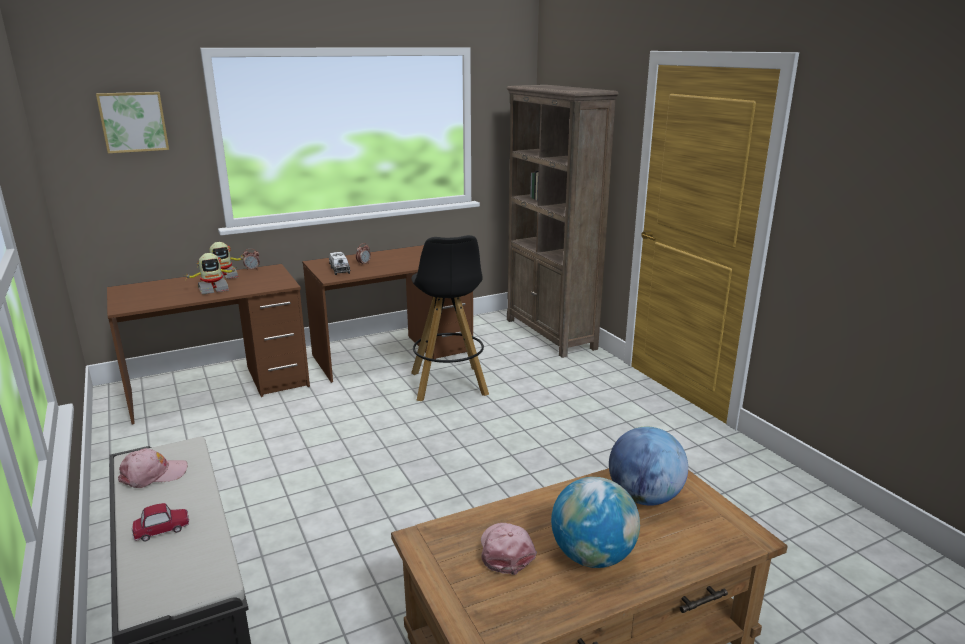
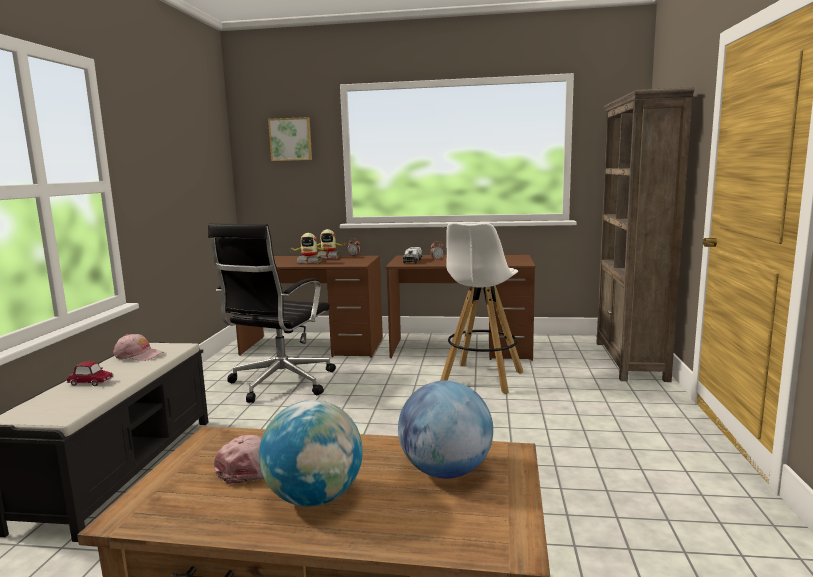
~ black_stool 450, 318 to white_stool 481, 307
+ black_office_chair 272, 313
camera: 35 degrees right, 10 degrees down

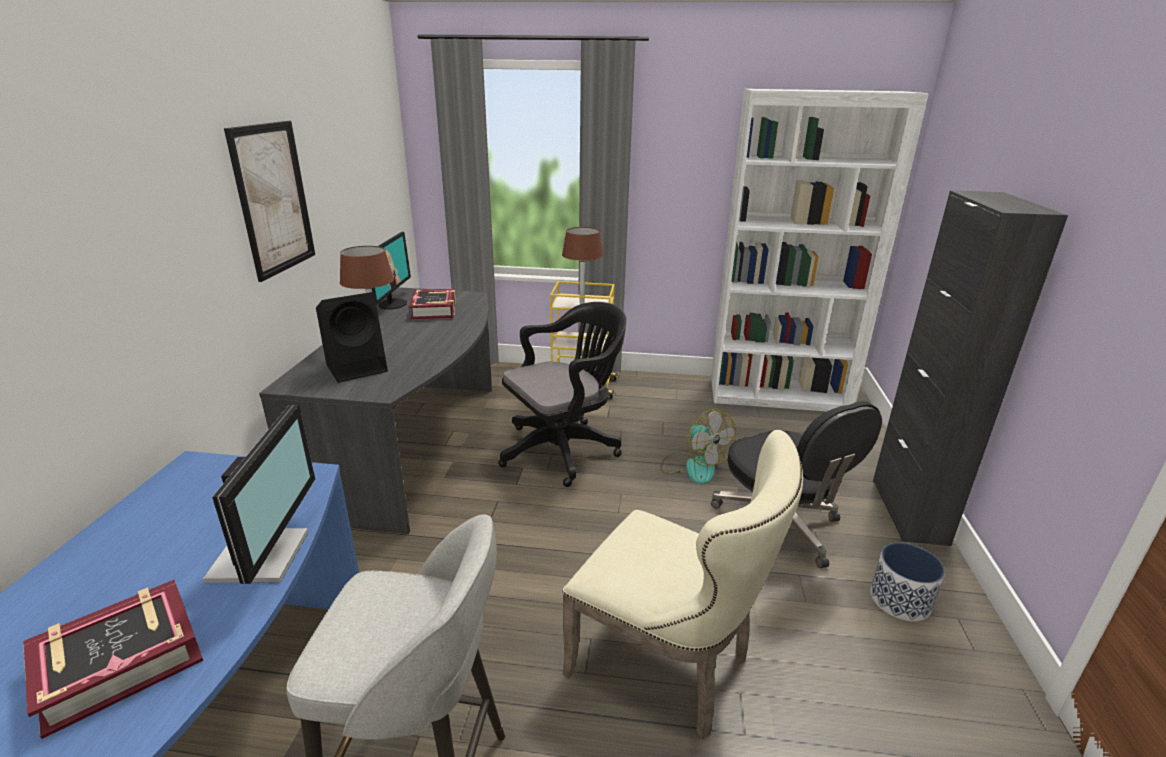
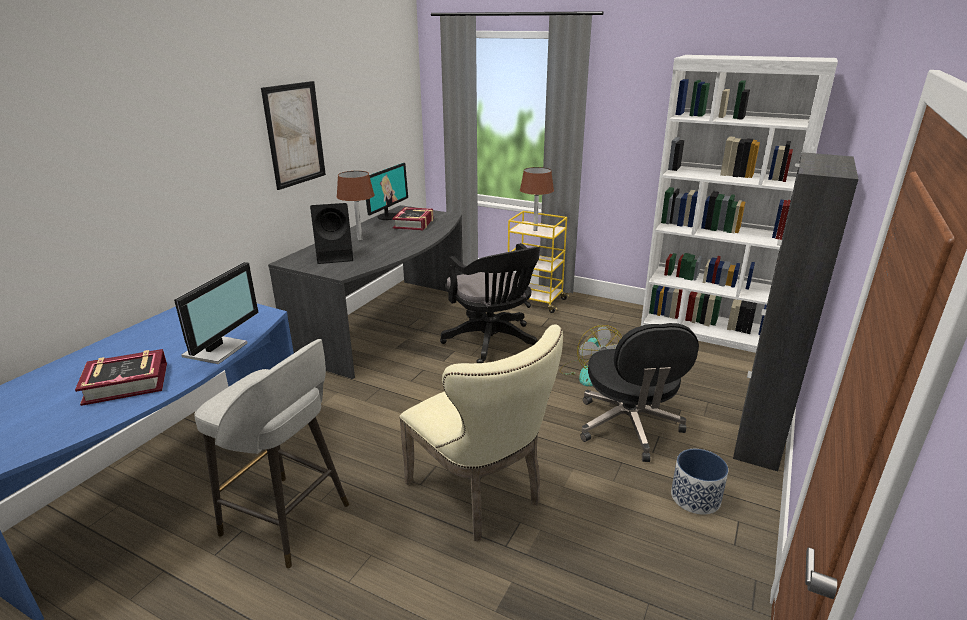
~ black_office_chair 562, 394 = 490, 303 75 degrees clockwise
camera: 20 degrees right, 0 degrees up

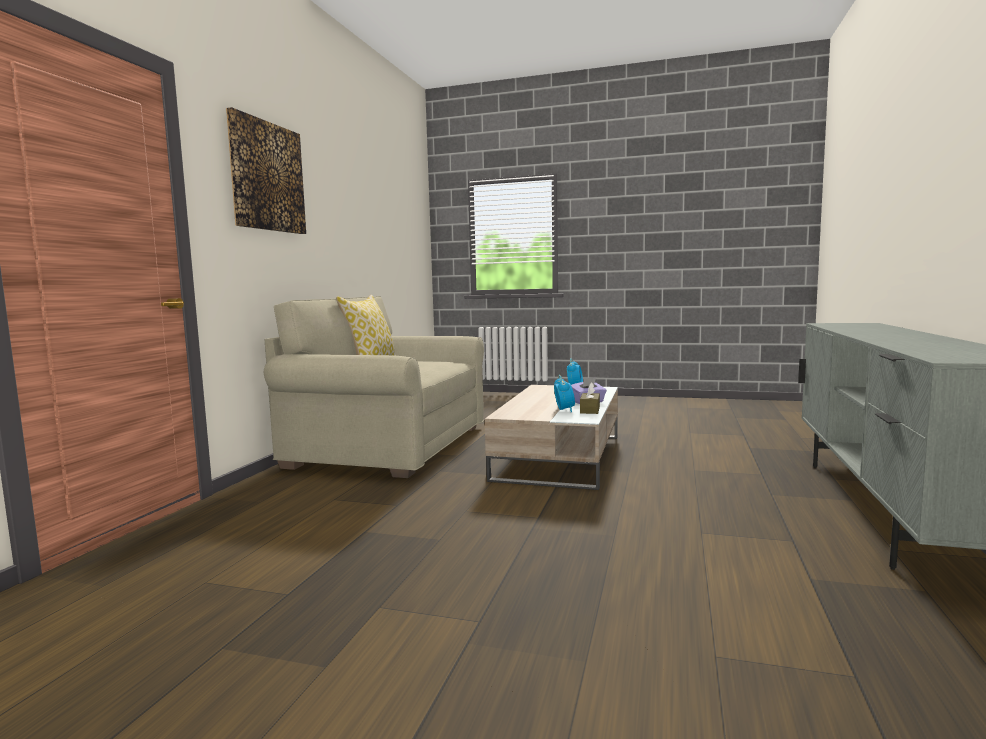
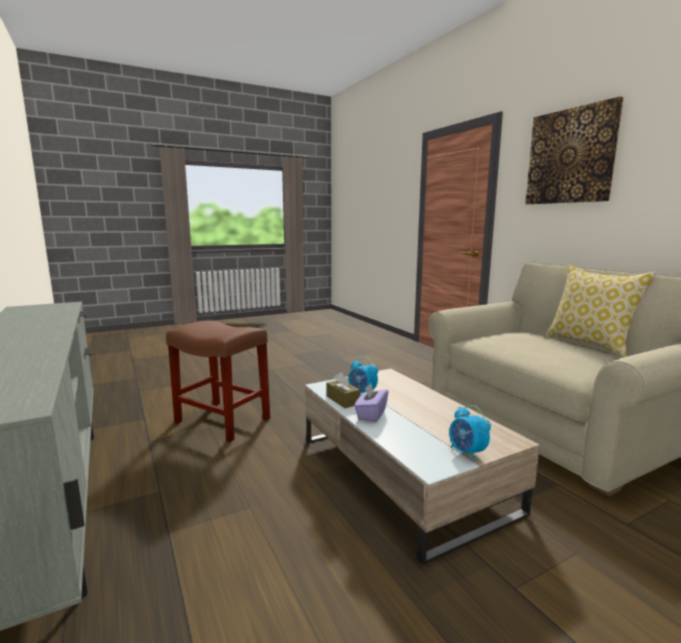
+ brown_stool 218, 381
camera: 135 degrees right, 5 degrees up

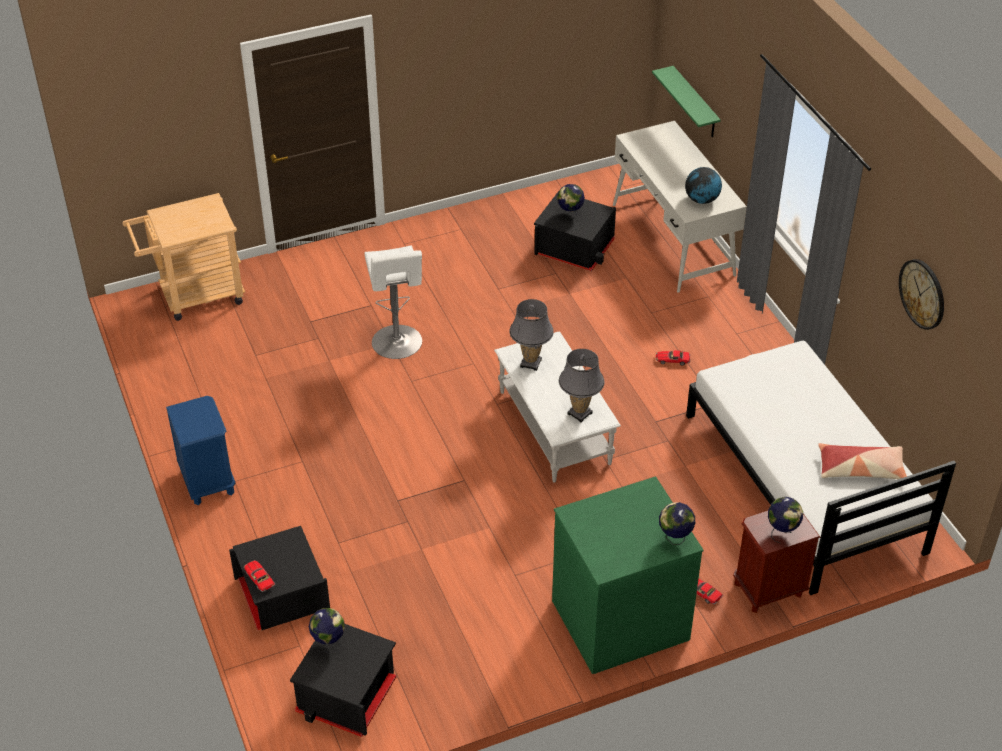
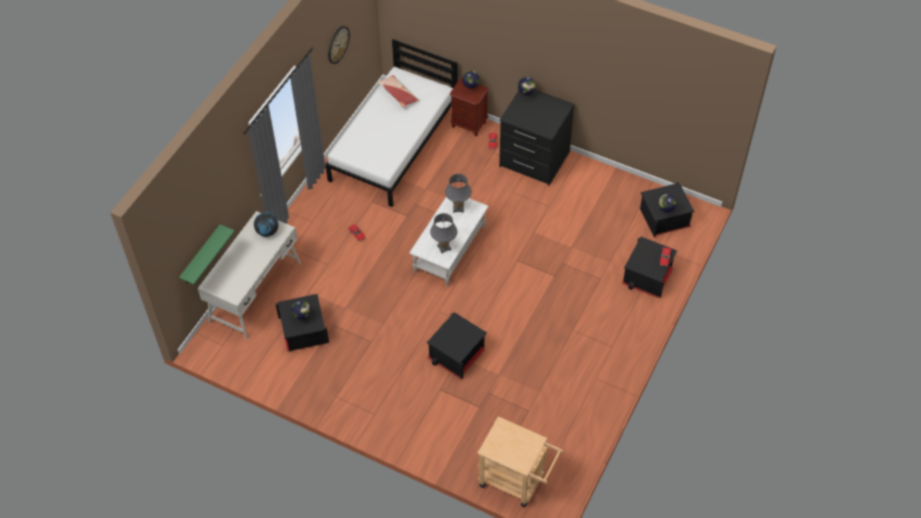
~ white_stool 393, 302 to black_storage_box 457, 345
- blue_nightstand 200, 450
~ green_dresser 628, 575 to black_dresser 536, 138
camera: 130 degrees left, 10 degrees up

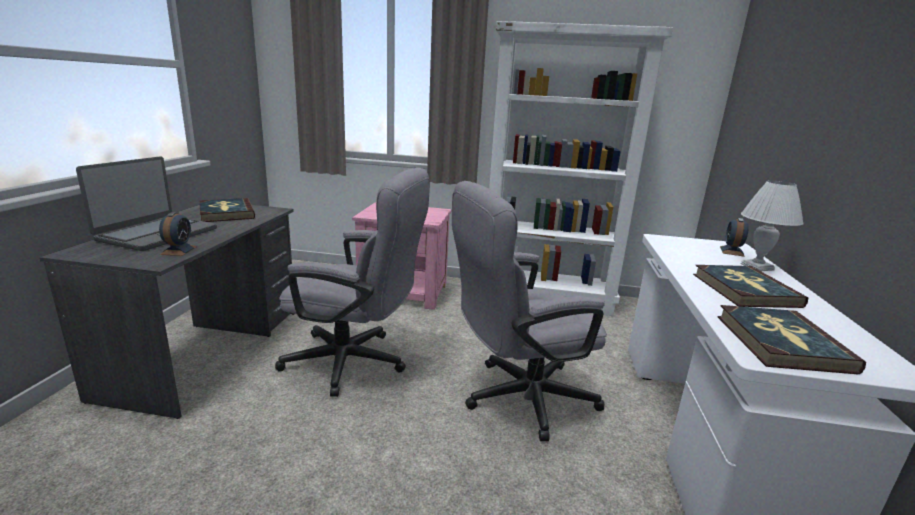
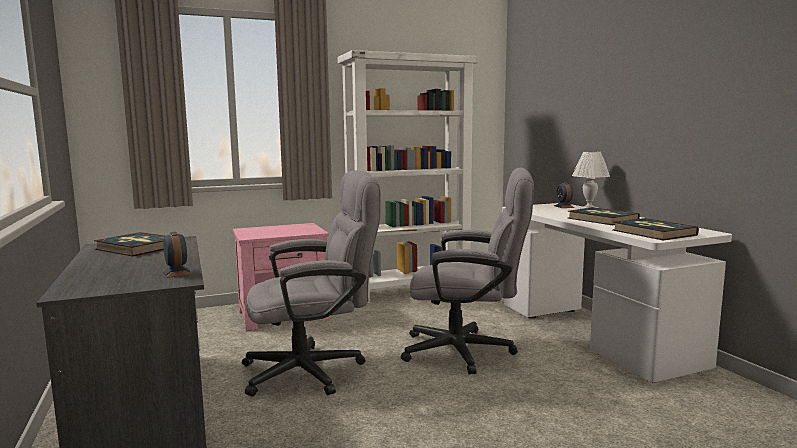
- laptop 146, 203
~ grey_office_chair 529, 311 = 467, 271 120 degrees counterclockwise
camera: 30 degrees left, 10 degrees down

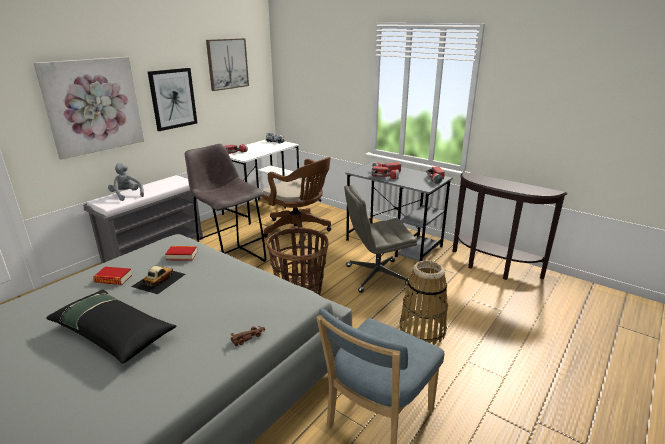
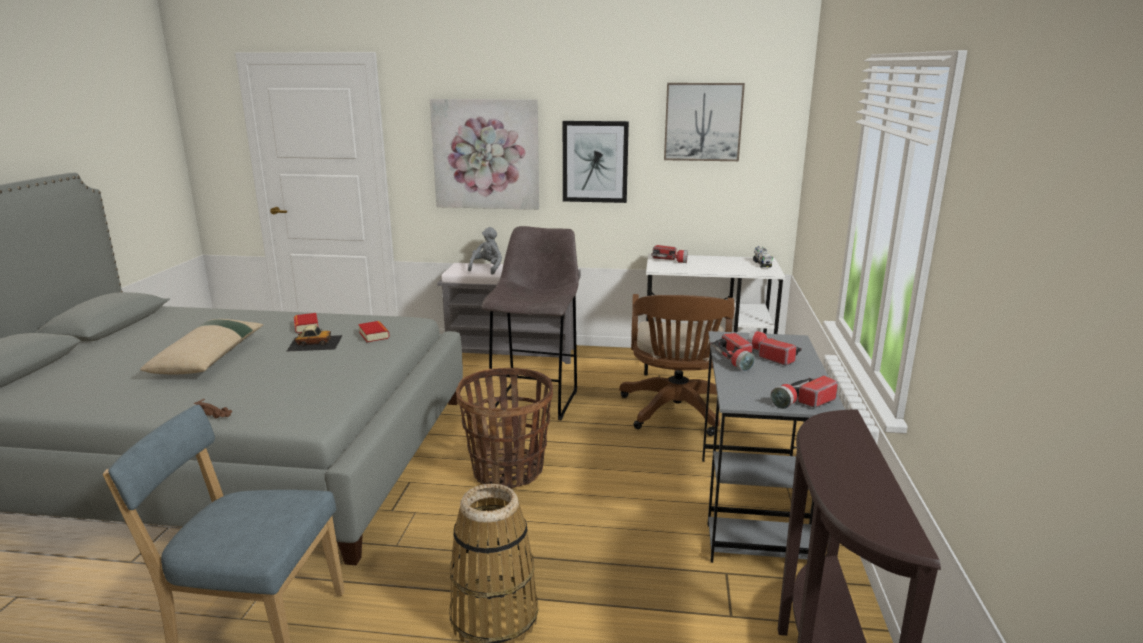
- grey_office_chair 380, 239
~ black_pillow 111, 326 to beige_pillow 202, 347
camera: 60 degrees right, 5 degrees down

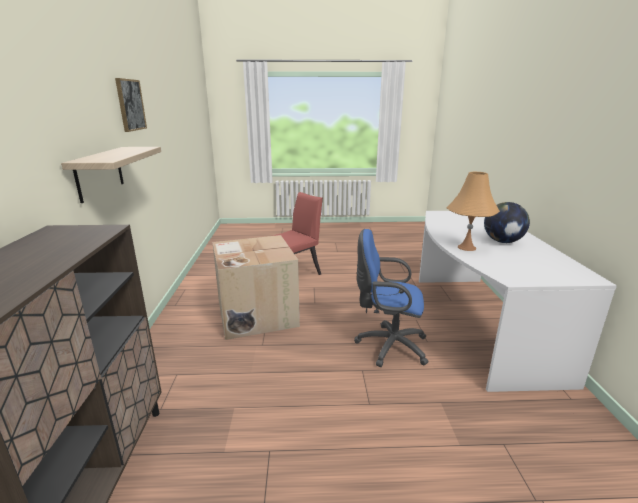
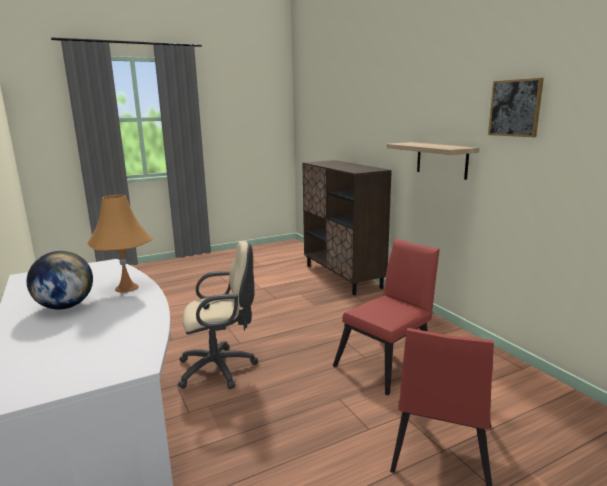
~ blue_office_chair 391, 298 to beige_office_chair 218, 315
~ cardboard_box 256, 287 to red_chair 386, 317
camera: 155 degrees right, 5 degrees down

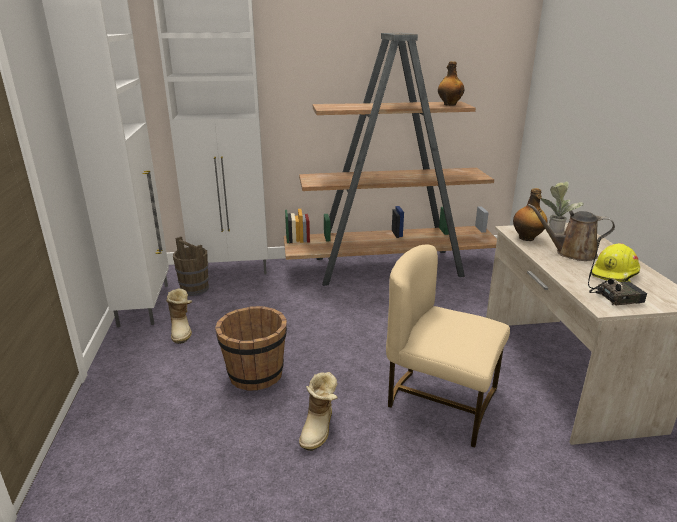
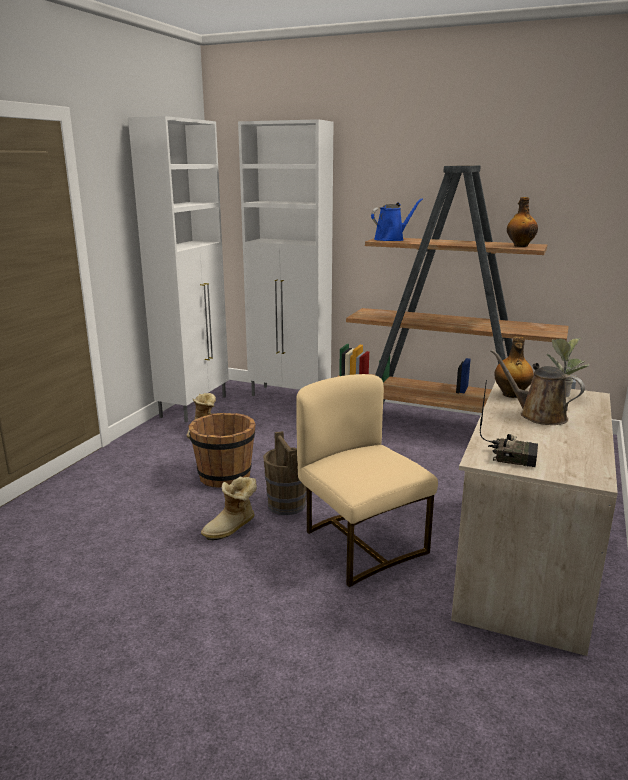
~ brown_bucket 191, 266 to 285, 473
- yellow_hard_hat 616, 262
+ blue_watering_can 397, 219
camera: 30 degrees right, 5 degrees down

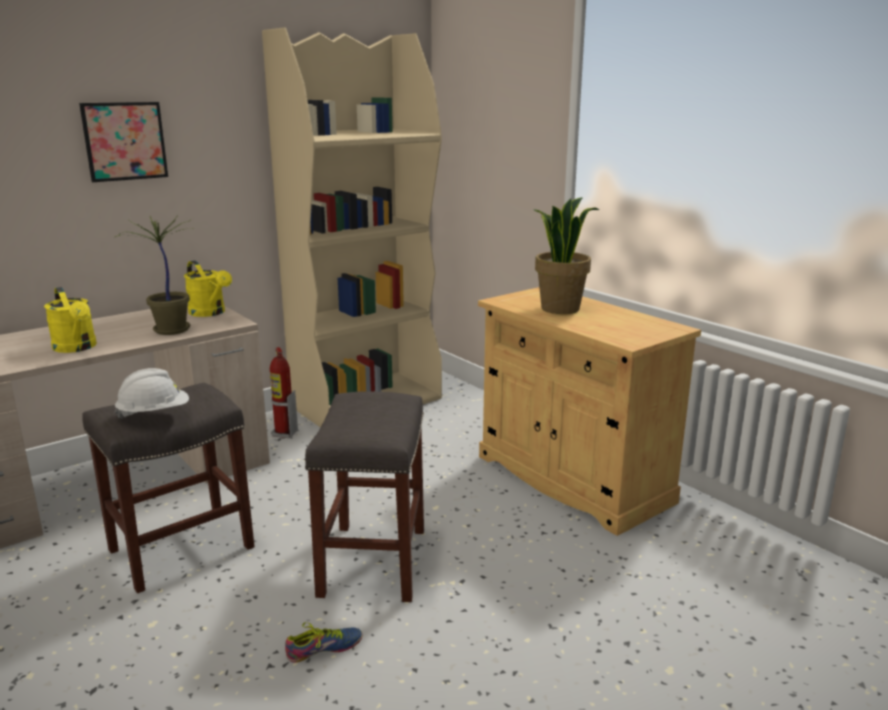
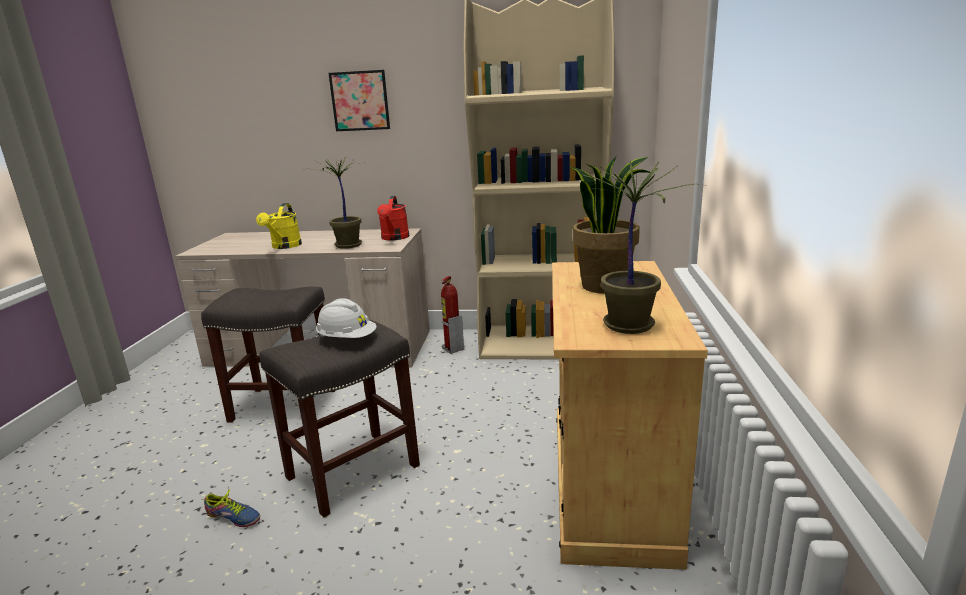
~ yellow_watering_can 208, 289 to red_watering_can 393, 218
~ white_hard_hat 152, 393 to 346, 318
+ potted_plant 641, 247
camera: 45 degrees right, 0 degrees up

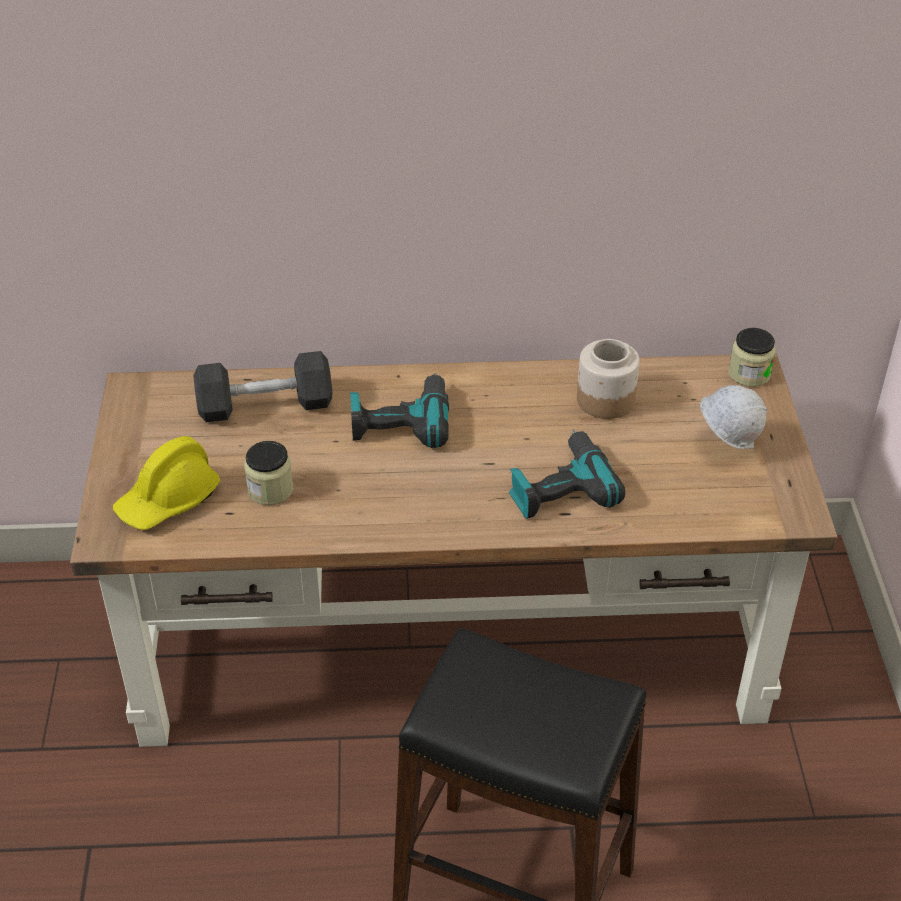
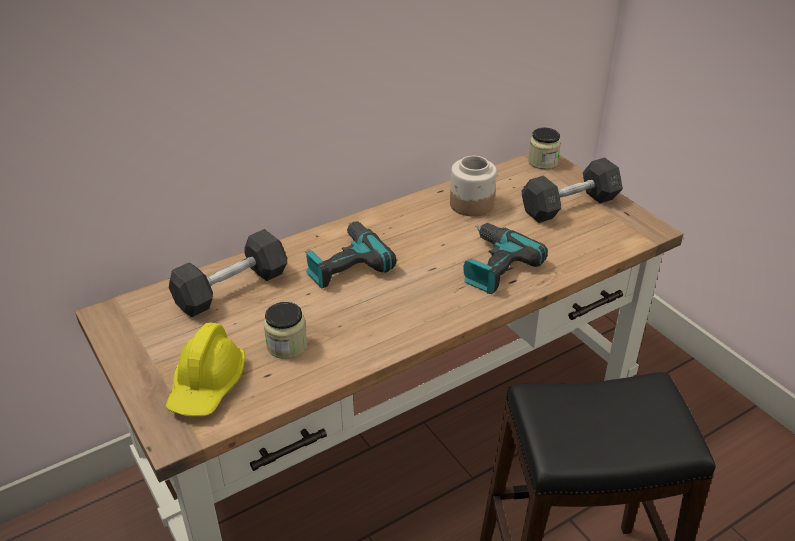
~ white_hard_hat 734, 417 to grey_dumbbell 572, 190
camera: 30 degrees left, 5 degrees down

